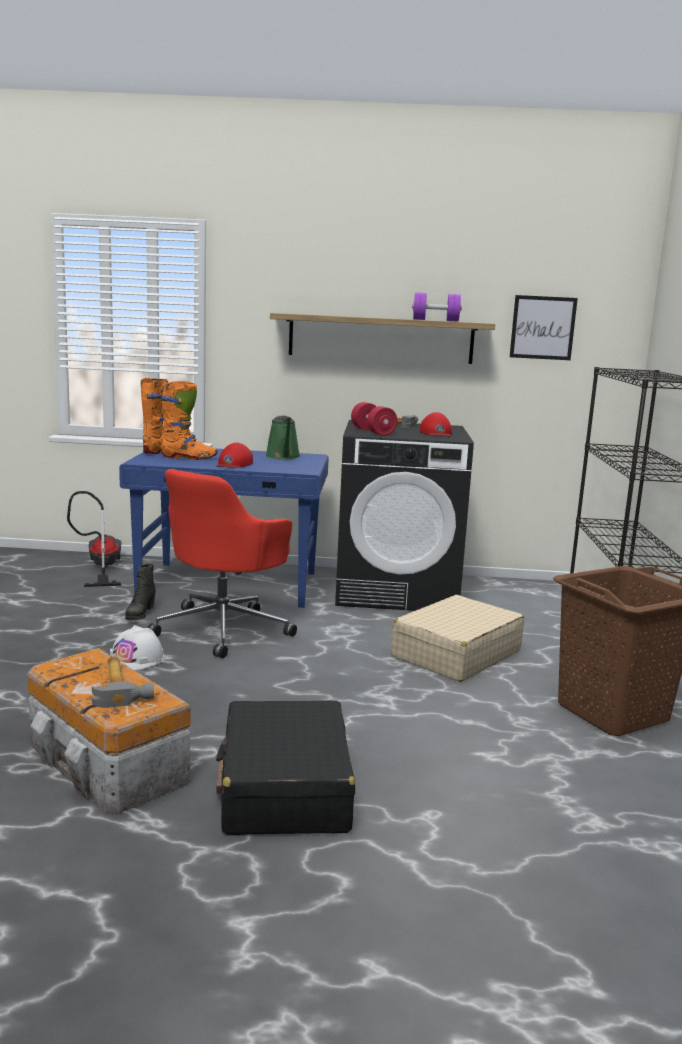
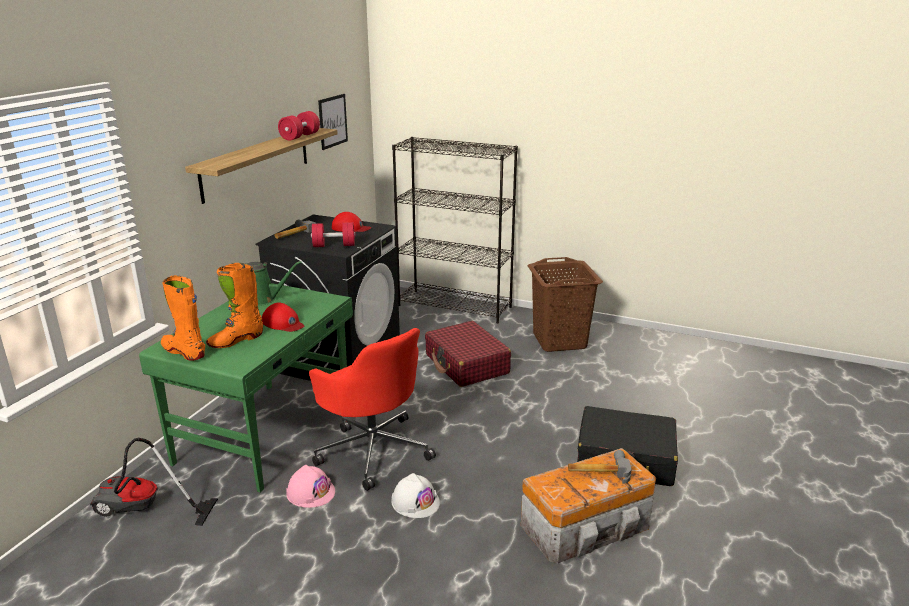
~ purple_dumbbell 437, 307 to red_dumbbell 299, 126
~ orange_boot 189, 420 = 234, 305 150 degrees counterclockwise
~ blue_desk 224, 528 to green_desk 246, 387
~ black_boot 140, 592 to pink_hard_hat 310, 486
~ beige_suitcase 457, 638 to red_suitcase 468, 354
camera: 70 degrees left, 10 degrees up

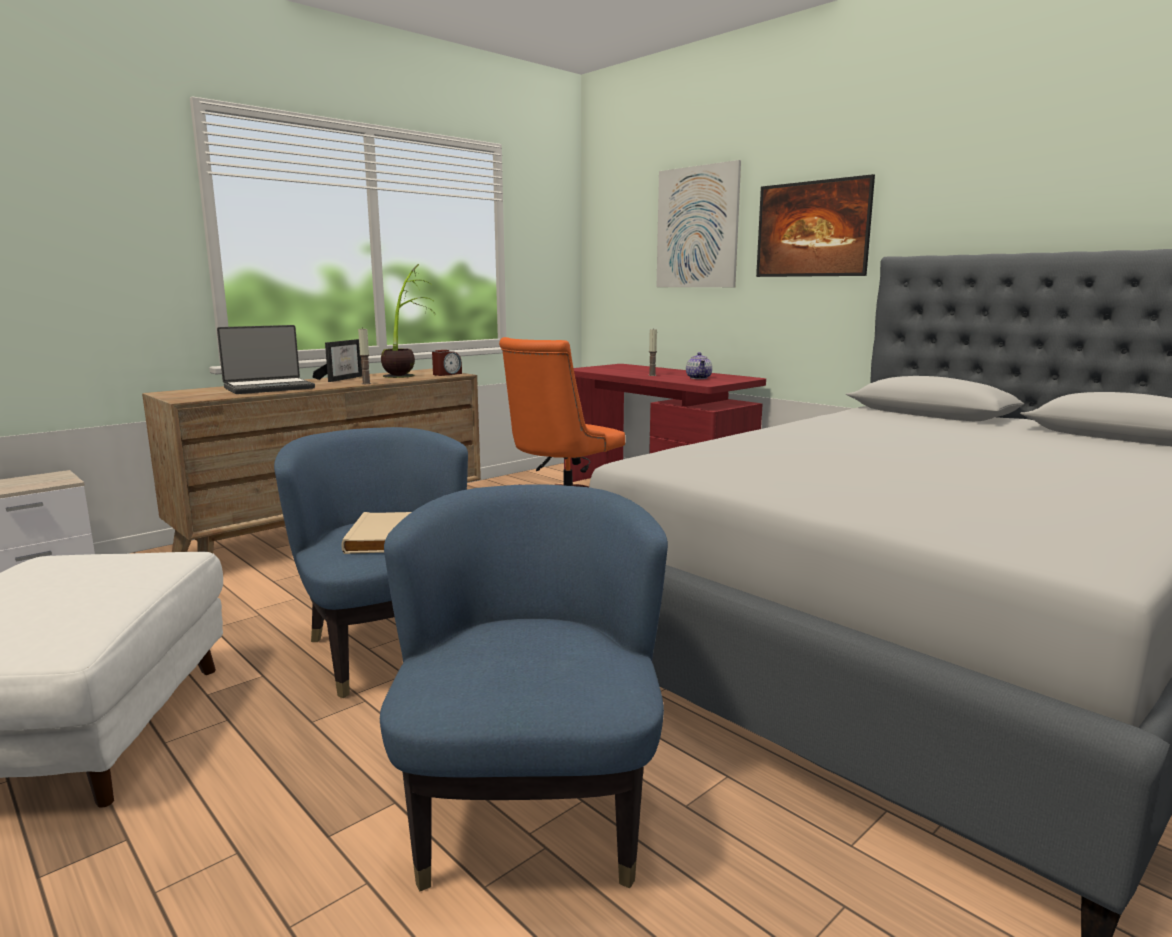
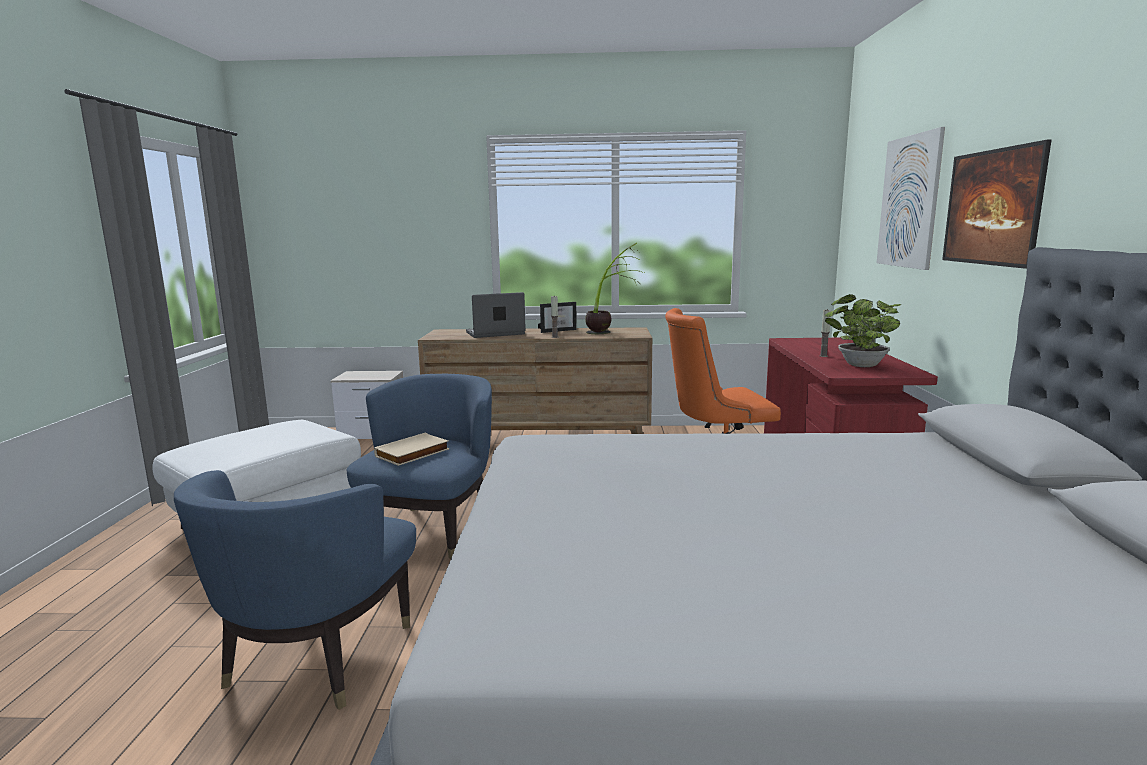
~ laptop 266, 359 = 496, 315 150 degrees clockwise
- alarm_clock 447, 363
~ teapot 699, 365 to potted_plant 863, 330
~ blue_armchair 524, 687 = 295, 590 150 degrees clockwise
camera: 45 degrees right, 0 degrees up

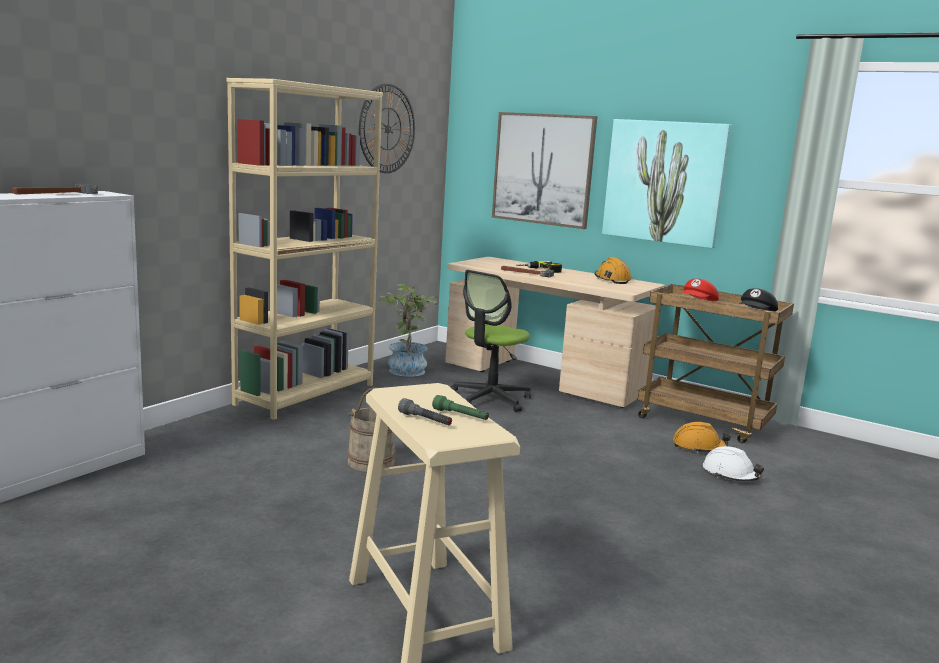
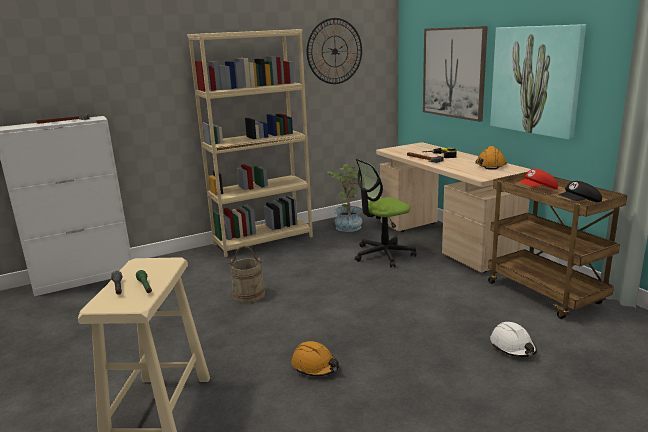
~ orange_hard_hat 702, 437 to 315, 359
camera: 30 degrees right, 5 degrees up

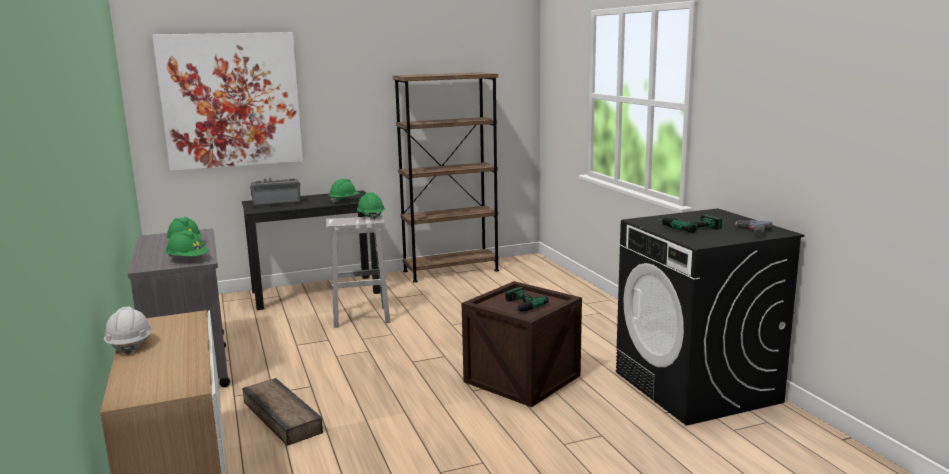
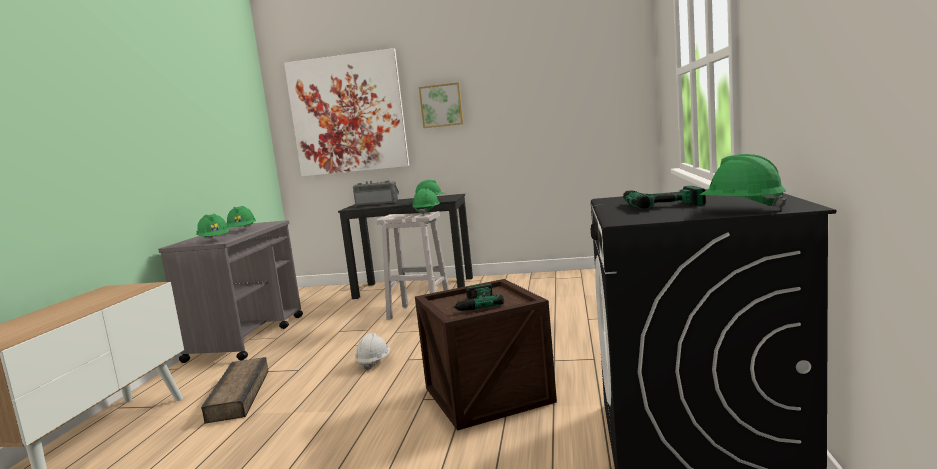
- brown_bookcase 446, 177
~ power_drill 754, 229 to green_hard_hat 743, 182
~ white_hard_hat 128, 330 to 372, 351
+ picture 441, 105
camera: 30 degrees right, 5 degrees down

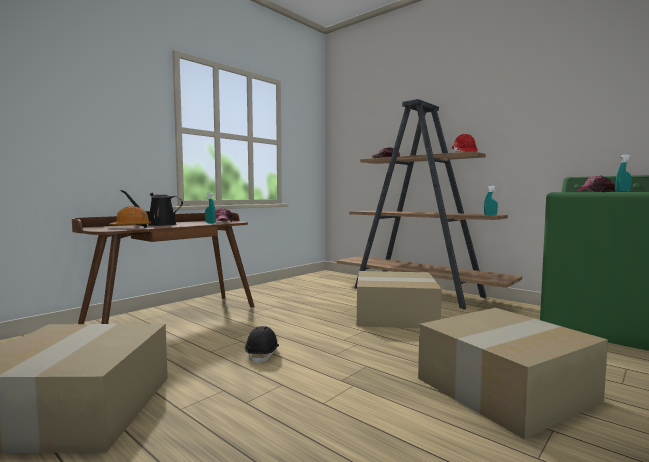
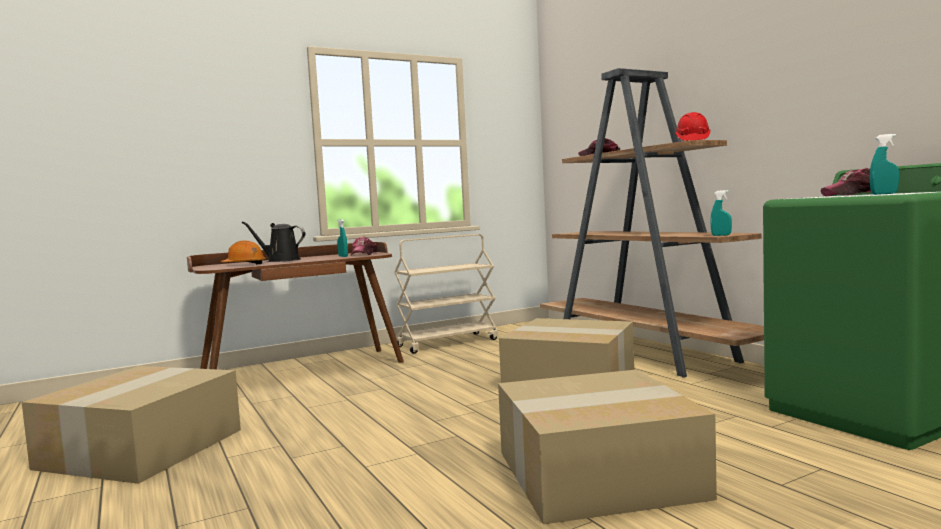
- black_hard_hat 262, 345
+ beige_cart 446, 294
camera: 20 degrees right, 0 degrees up

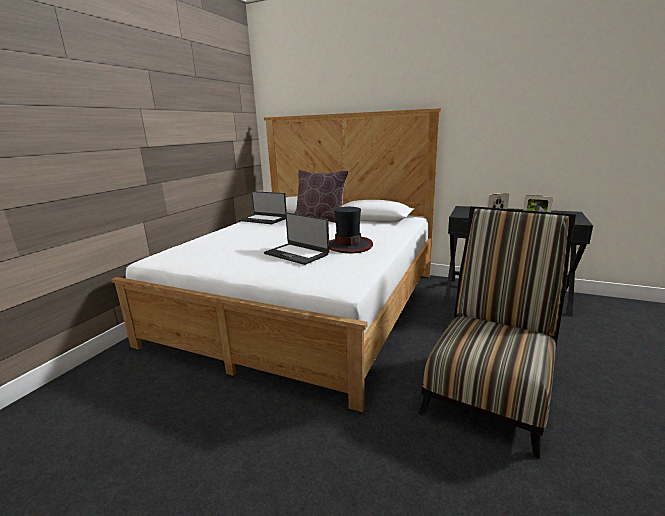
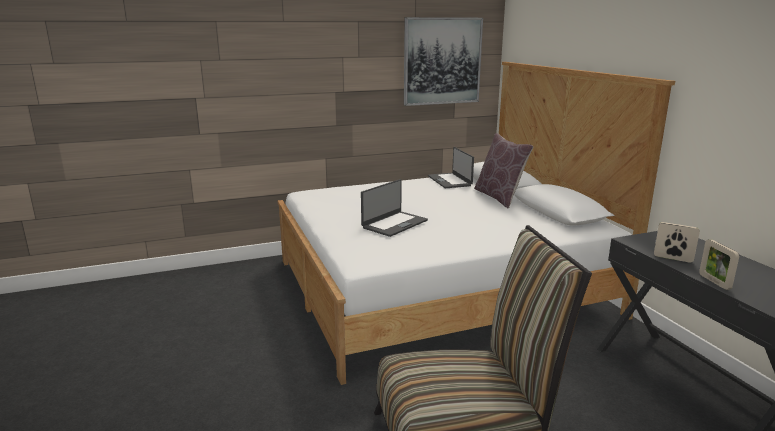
- hat 351, 230
~ laptop 297, 239 = 394, 208 135 degrees counterclockwise
+ picture 443, 61
camera: 45 degrees right, 0 degrees up

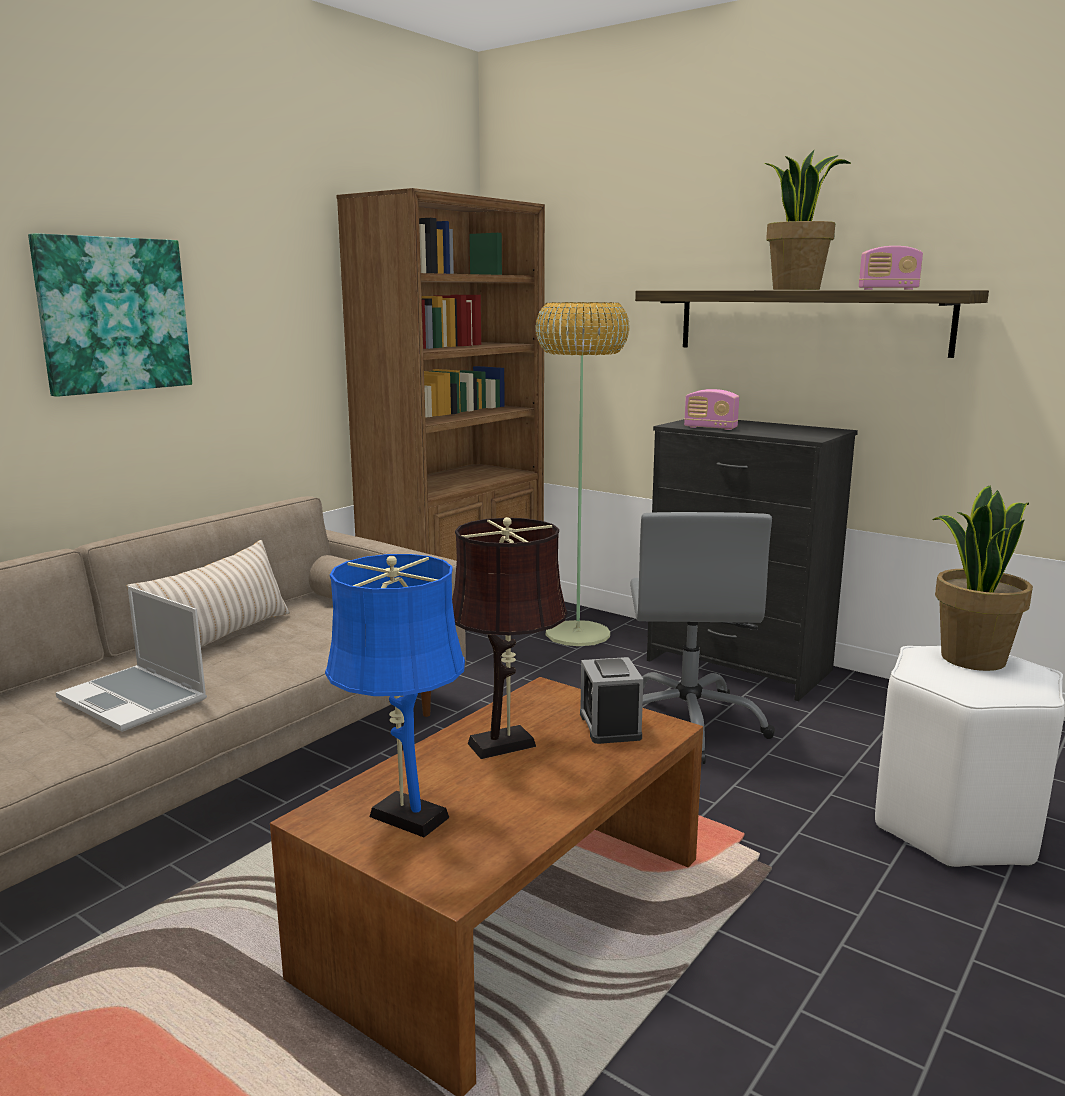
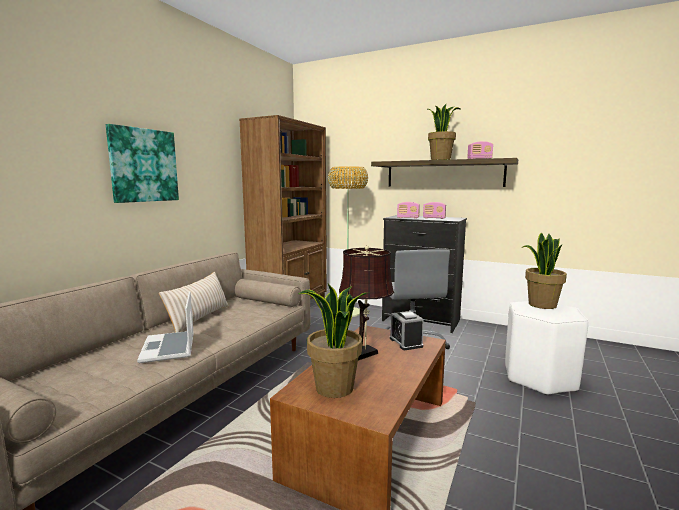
~ blue_table_lamp 395, 695 to potted_plant 334, 341
~ laptop 131, 659 = 165, 327 45 degrees clockwise
+ radio 434, 210
camera: 10 degrees left, 5 degrees down

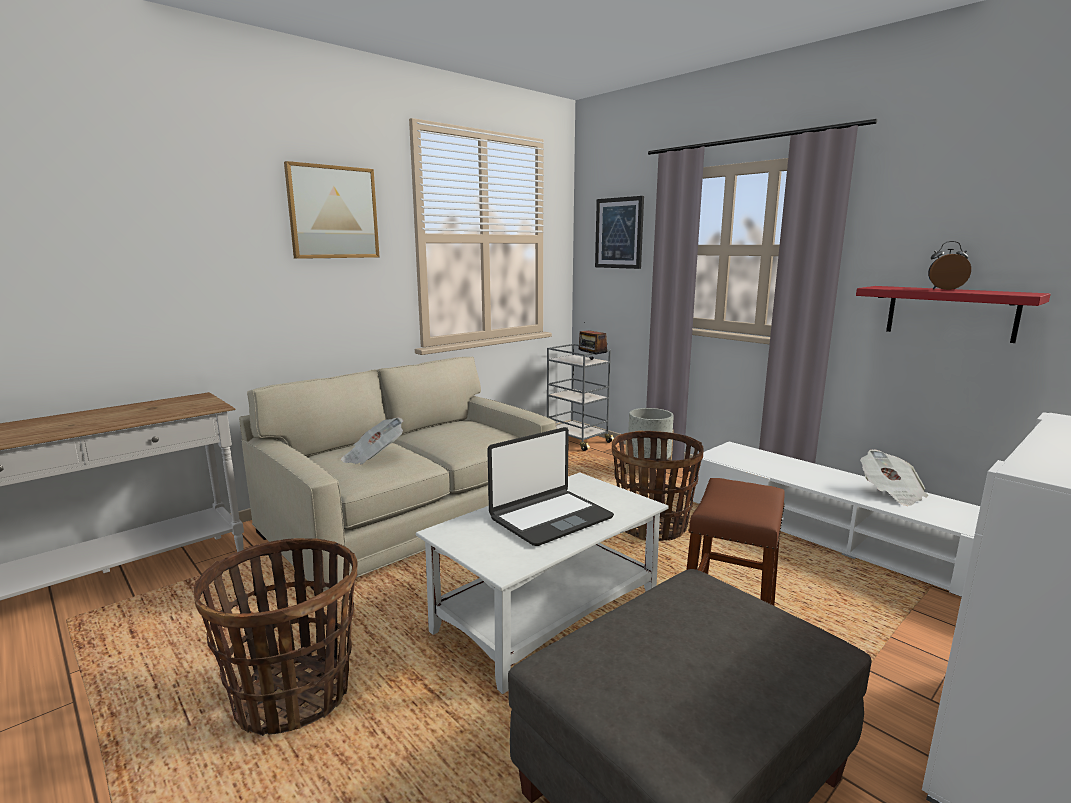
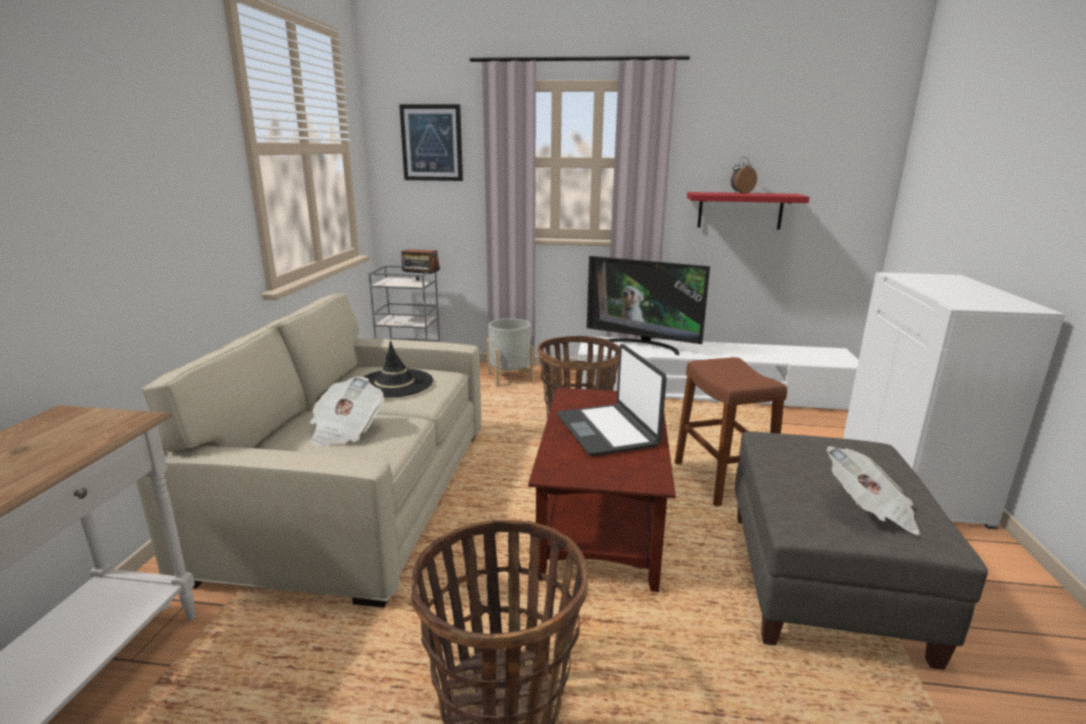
- picture 331, 210
~ laptop 550, 486 = 612, 400 150 degrees clockwise
~ newspaper 894, 478 to 873, 490
~ white_coffee_table 542, 583 to brown_coffee_table 602, 490
+ television 648, 305
+ black_hat 398, 369
camera: 40 degrees left, 5 degrees up

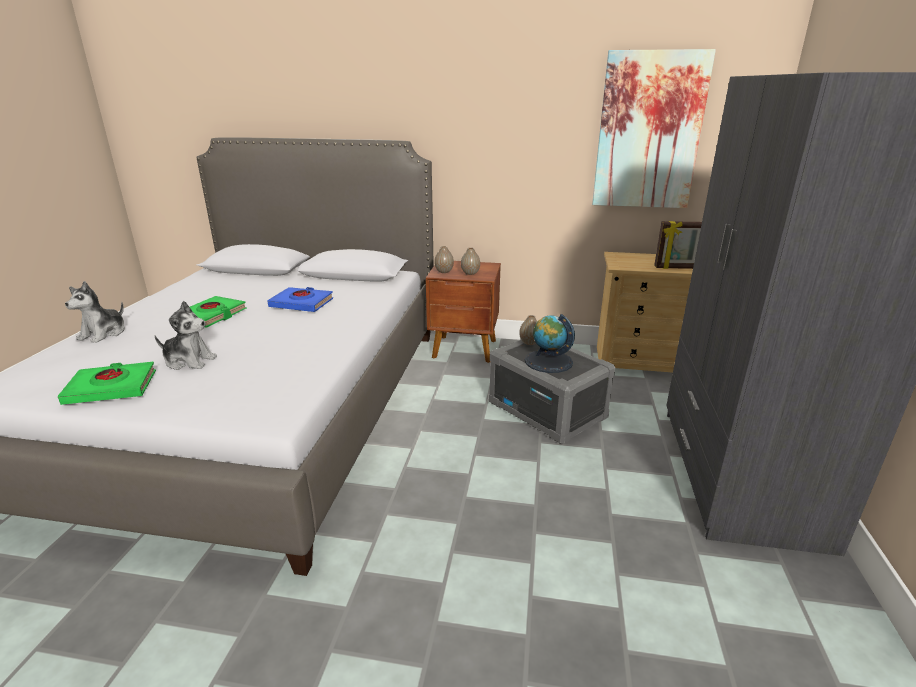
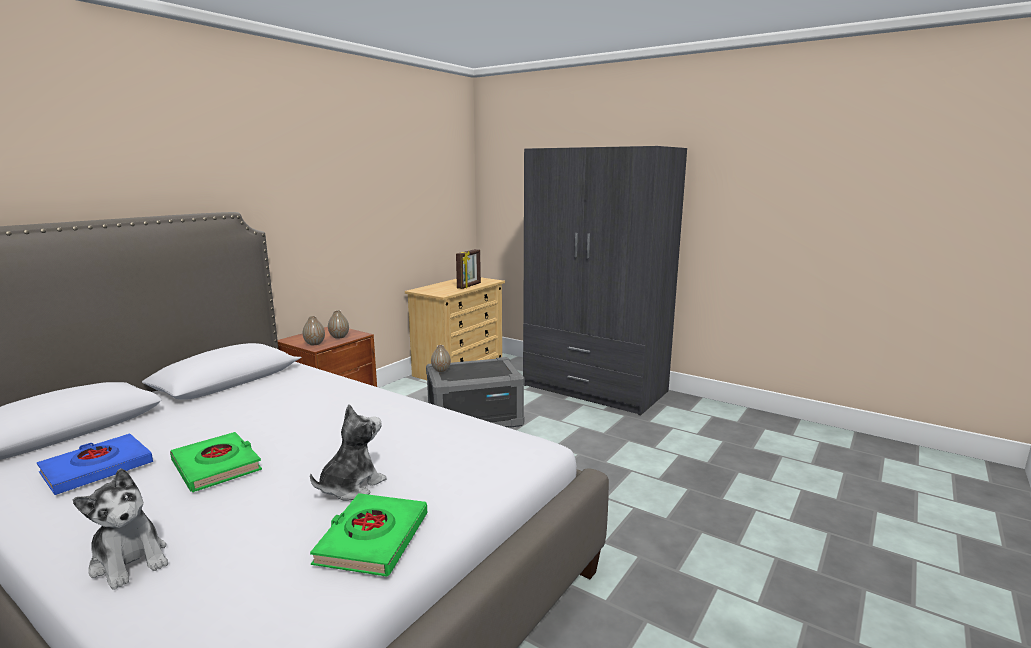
- picture 654, 128
~ blue_book 300, 299 to 95, 464
- globe 550, 343
camera: 65 degrees left, 10 degrees down

